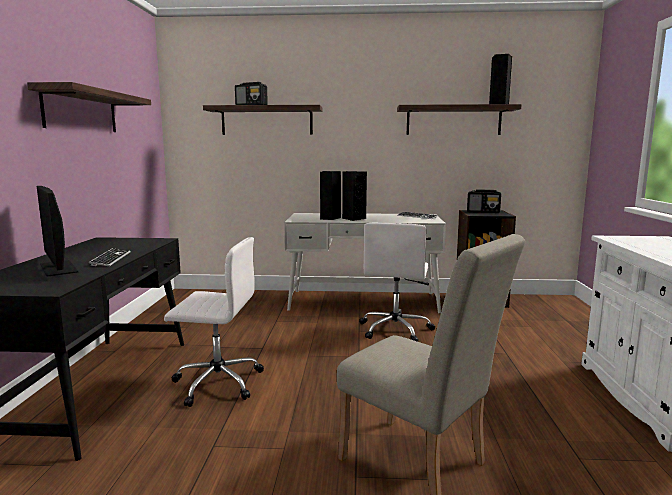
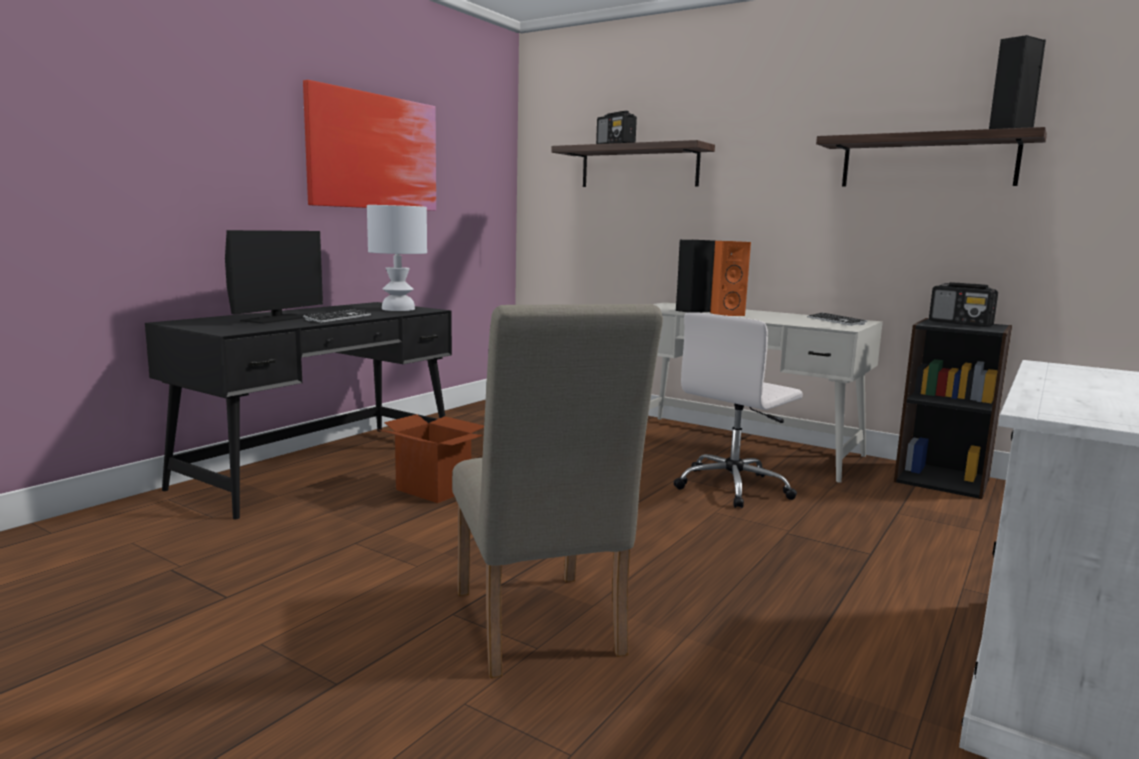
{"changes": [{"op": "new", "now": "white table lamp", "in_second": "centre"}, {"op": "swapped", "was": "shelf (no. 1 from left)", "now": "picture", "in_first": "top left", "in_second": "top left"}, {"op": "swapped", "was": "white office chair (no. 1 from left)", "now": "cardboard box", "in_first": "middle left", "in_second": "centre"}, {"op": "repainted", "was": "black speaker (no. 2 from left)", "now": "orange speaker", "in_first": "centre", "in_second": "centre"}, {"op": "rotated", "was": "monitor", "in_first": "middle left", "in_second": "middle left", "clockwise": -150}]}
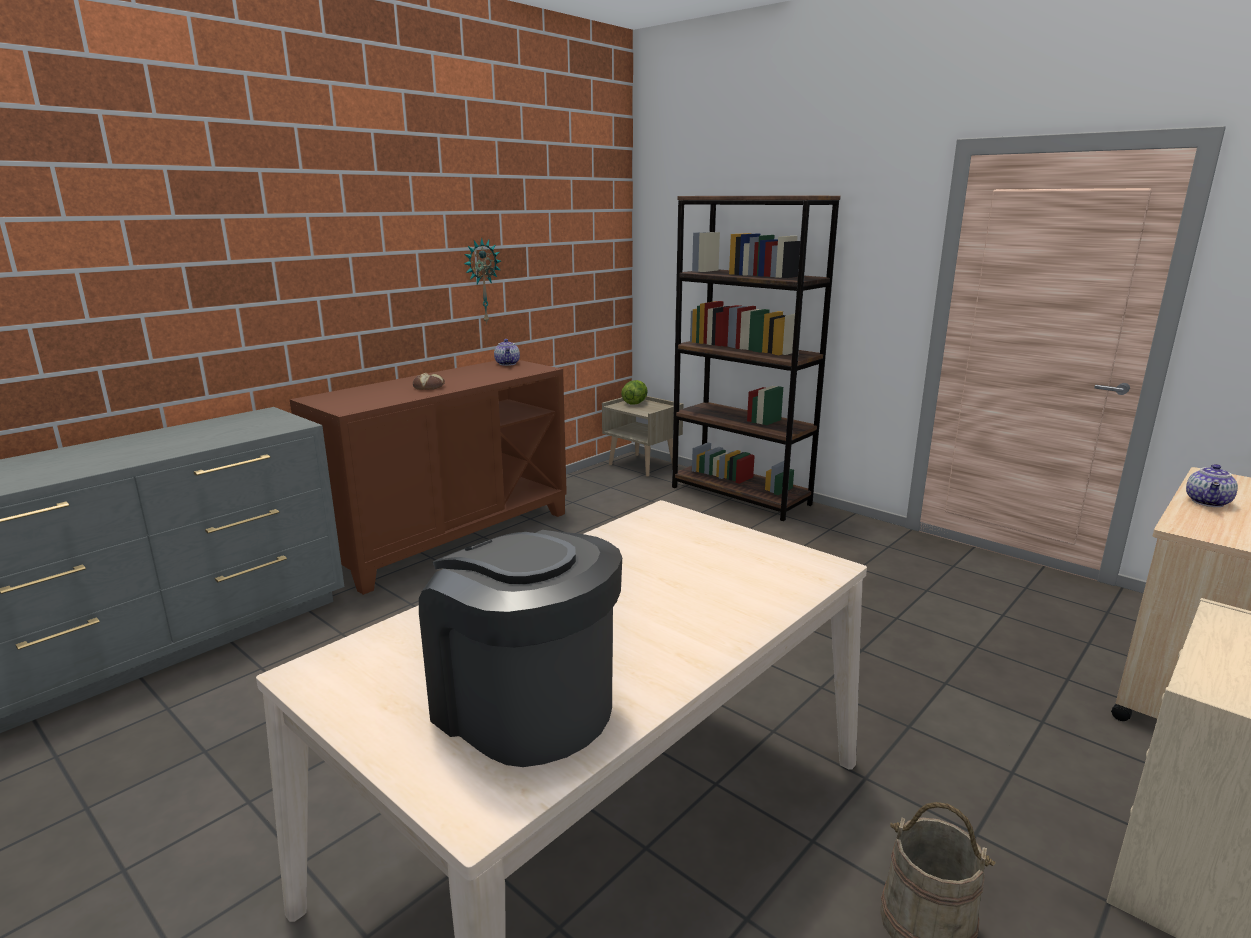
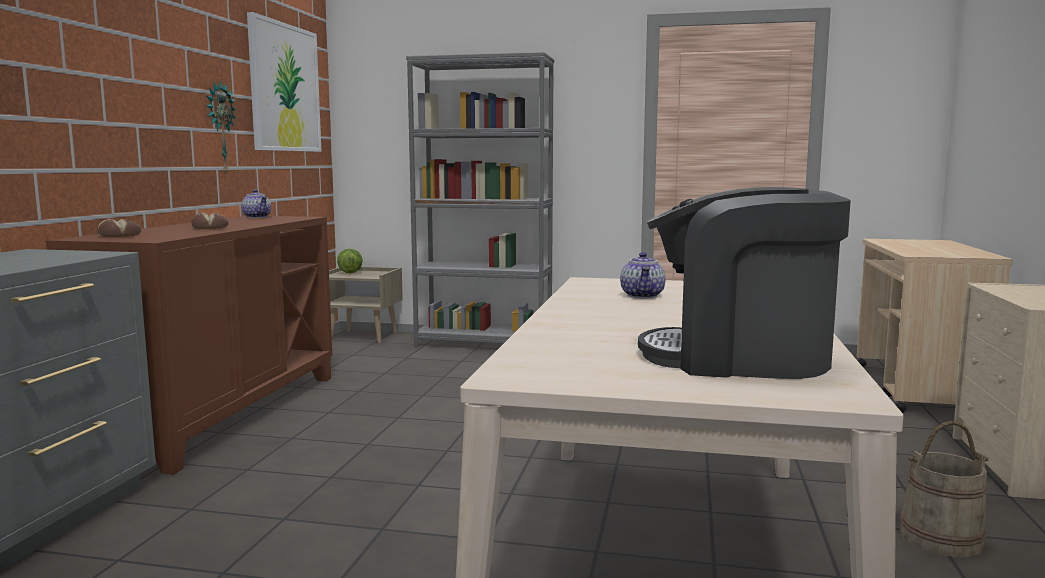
{"changes": [{"op": "new", "now": "bread (no. 1 from left)", "in_second": "middle left"}, {"op": "new", "now": "picture", "in_second": "top left"}, {"op": "shifted", "was": "teapot (no. 2 from left)", "in_first": "middle right", "in_second": "centre"}, {"op": "repainted", "was": "brown bookcase", "now": "grey bookcase", "in_first": "centre", "in_second": "centre"}]}
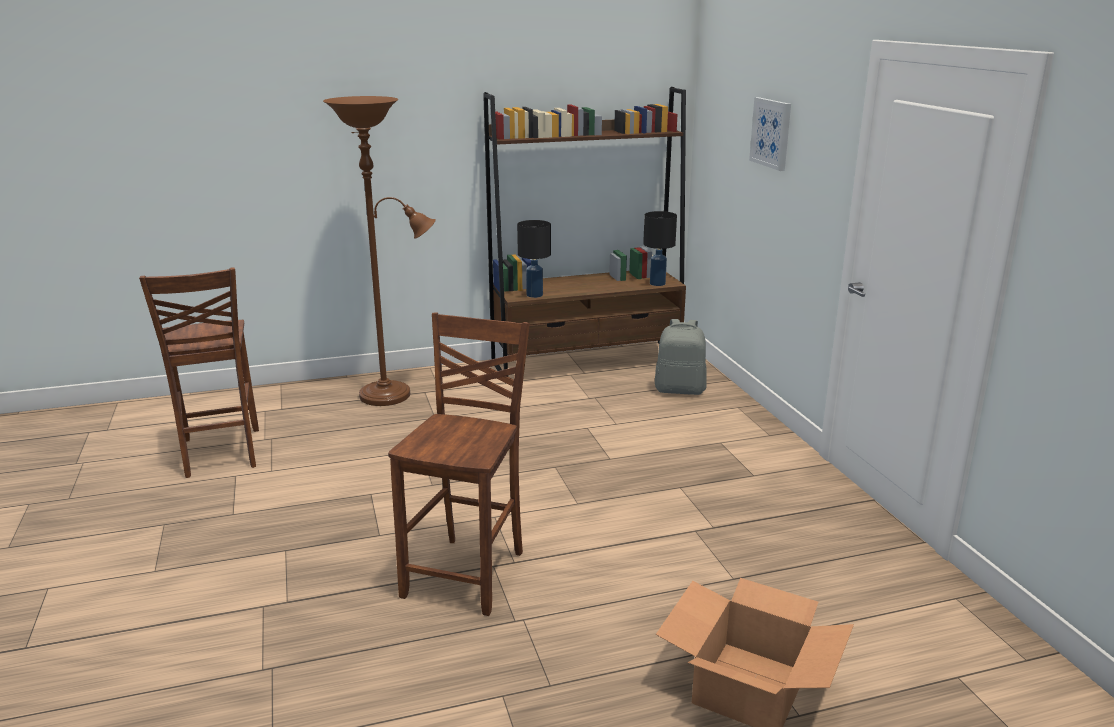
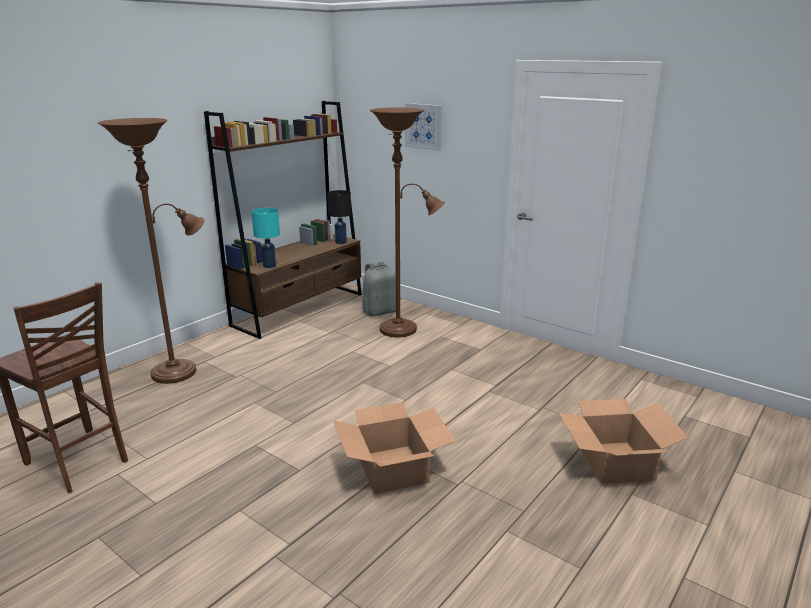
{"changes": [{"op": "new", "now": "brown floor lamp (no. 2 from left)", "in_second": "centre"}, {"op": "swapped", "was": "brown chair (no. 2 from left)", "now": "cardboard box (no. 1 from left)", "in_first": "centre", "in_second": "bottom centre"}, {"op": "repainted", "was": "black table lamp (no. 1 from left)", "now": "turquoise table lamp", "in_first": "centre", "in_second": "middle left"}]}
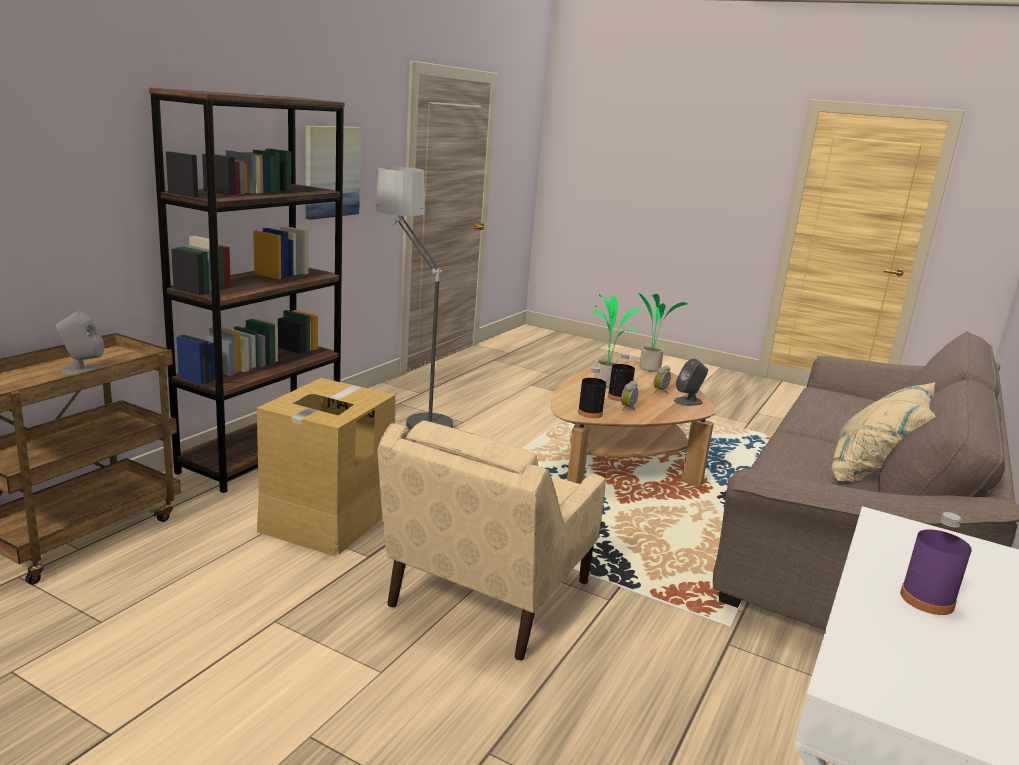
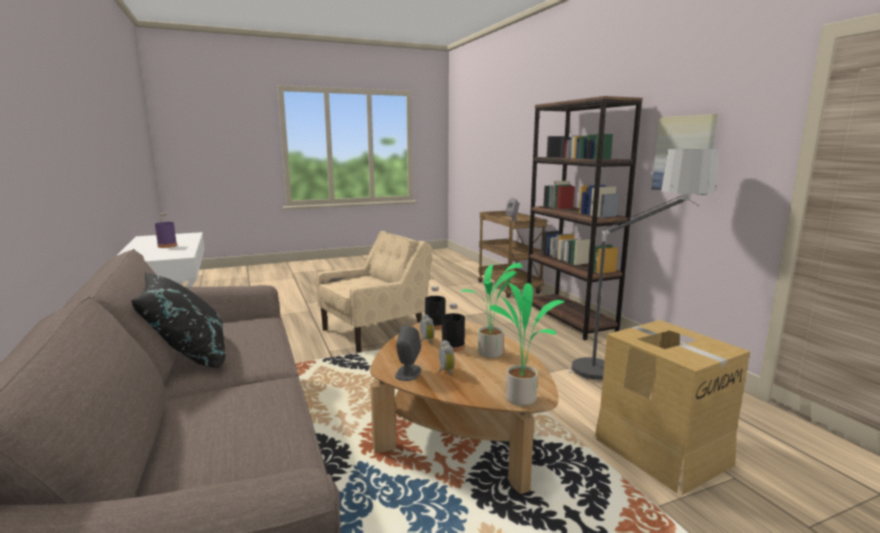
{"changes": [{"op": "shifted", "was": "cardboard box", "in_first": "middle left", "in_second": "bottom right"}, {"op": "repainted", "was": "beige pillow", "now": "black pillow", "in_first": "middle right", "in_second": "middle left"}, {"op": "rotated", "was": "beige armchair", "in_first": "bottom centre", "in_second": "centre", "clockwise": 75}]}
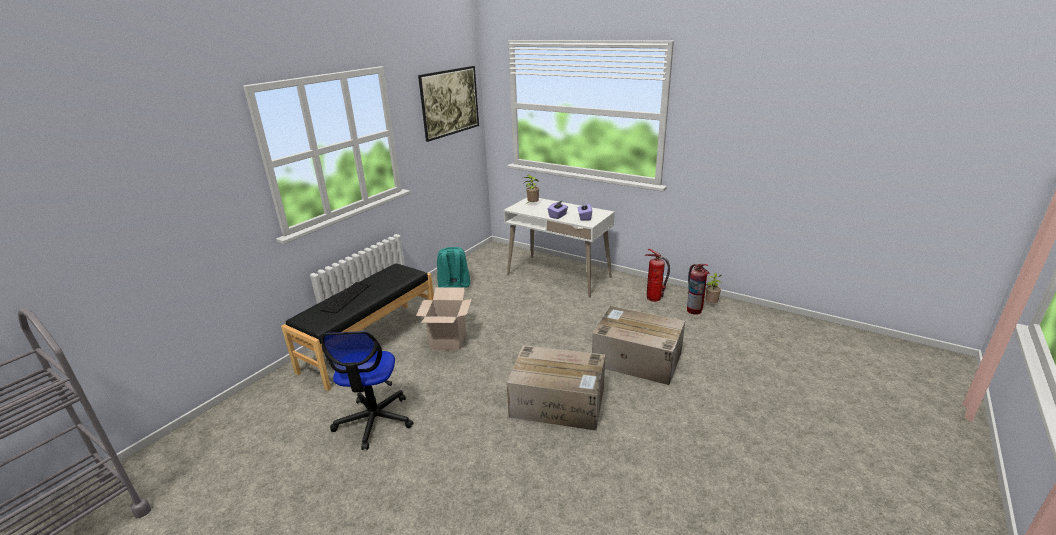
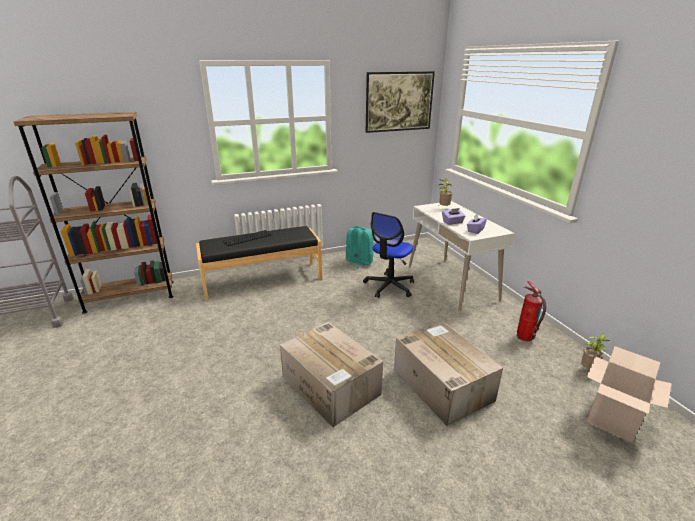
{"changes": [{"op": "gone", "was": "fire extinguisher (no. 2 from left)", "in_first": "centre"}, {"op": "new", "now": "brown bookcase", "in_second": "middle left"}, {"op": "shifted", "was": "office chair", "in_first": "bottom centre", "in_second": "centre"}, {"op": "shifted", "was": "cardboard box (no. 1 from left in the first image)", "now": "cardboard box (no. 3 from left)", "in_first": "centre", "in_second": "bottom right"}]}
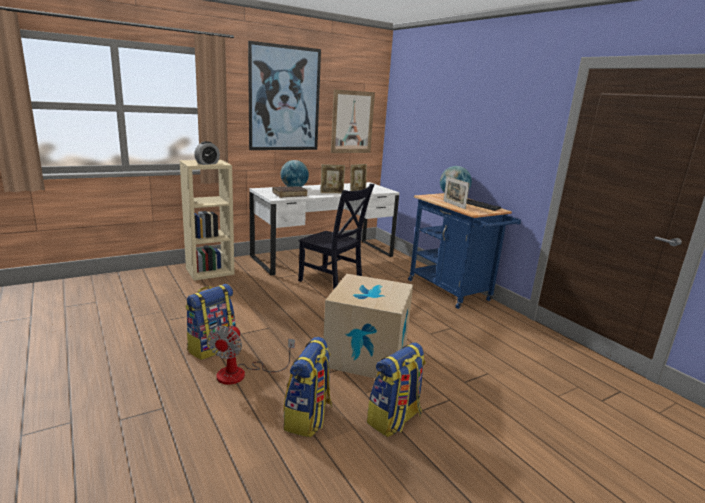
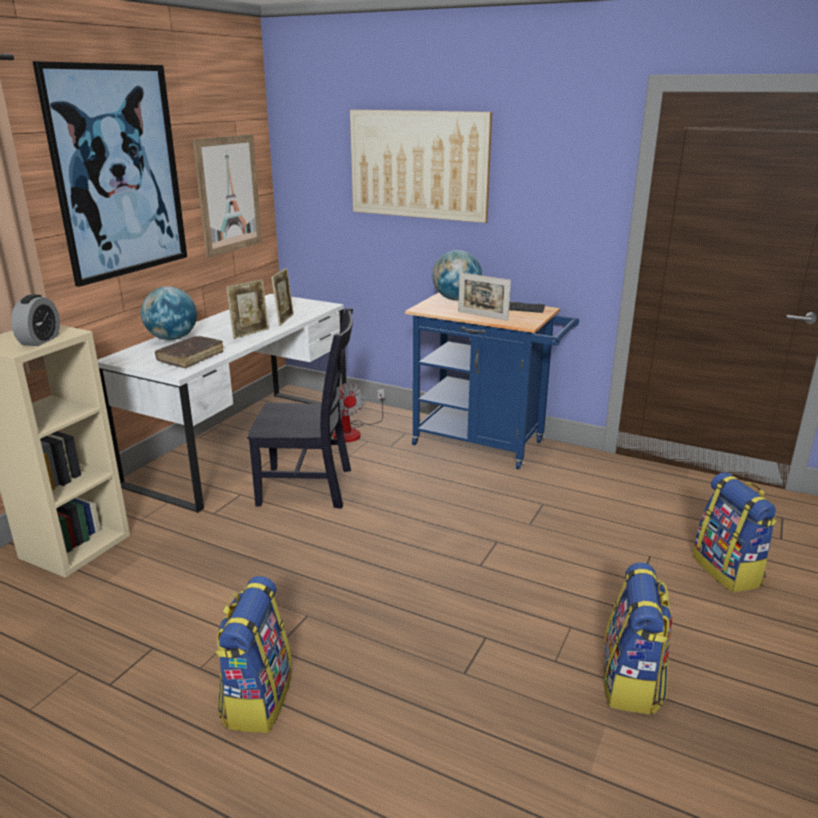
{"changes": [{"op": "gone", "was": "cardboard box", "in_first": "centre"}, {"op": "new", "now": "picture (no. 3 from left)", "in_second": "top centre"}, {"op": "shifted", "was": "fan", "in_first": "bottom centre", "in_second": "centre"}, {"op": "shifted", "was": "backpack (no. 2 from left in the first image)", "now": "backpack (no. 3 from left)", "in_first": "bottom centre", "in_second": "middle right"}]}
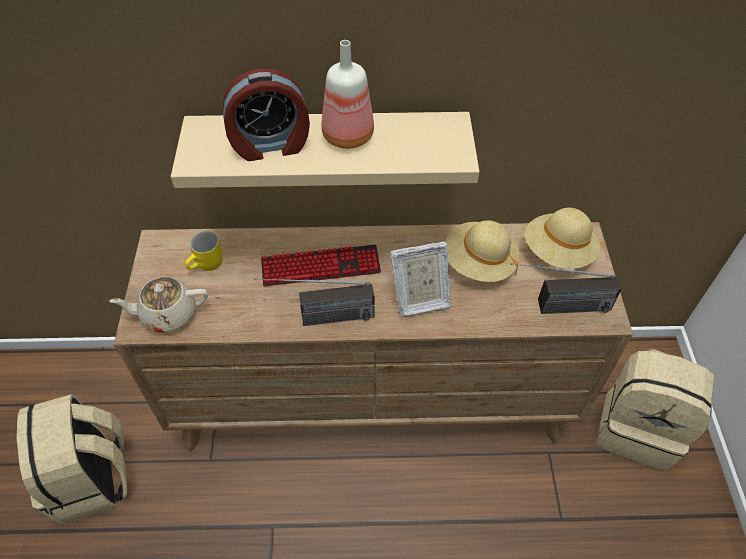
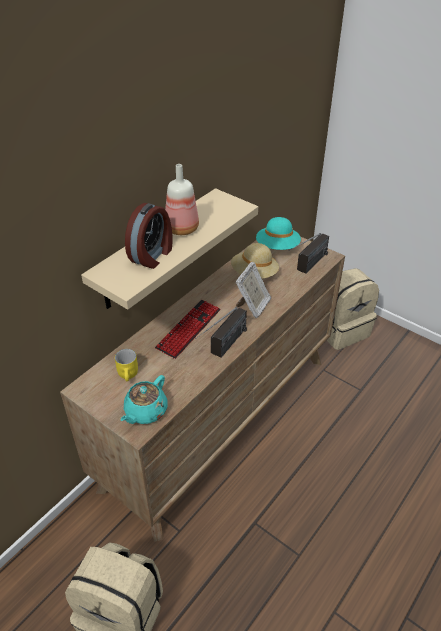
{"changes": [{"op": "repainted", "was": "beige teapot", "now": "turquoise teapot", "in_first": "middle left", "in_second": "middle left"}, {"op": "repainted", "was": "beige hat (no. 2 from left)", "now": "turquoise hat", "in_first": "middle right", "in_second": "centre"}]}
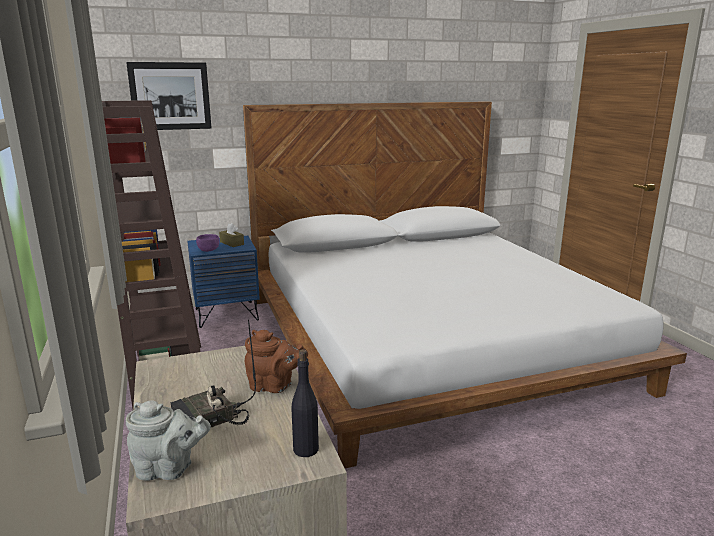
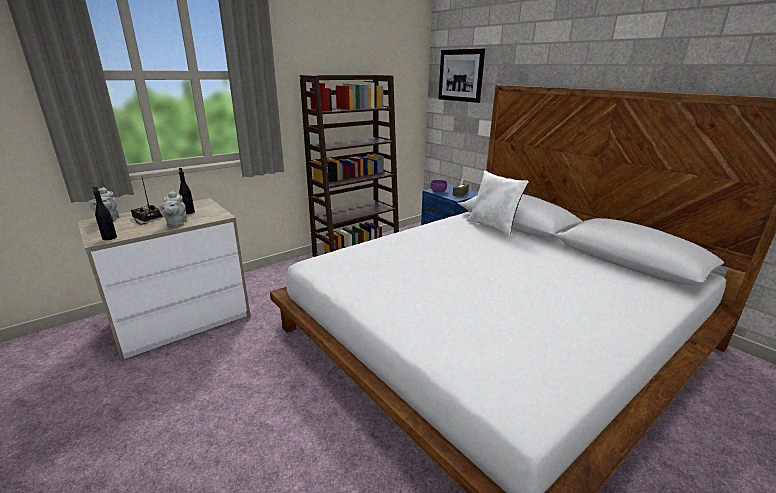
{"changes": [{"op": "new", "now": "black bottle (no. 2 from left)", "in_second": "middle left"}, {"op": "new", "now": "white pillow", "in_second": "centre"}, {"op": "repainted", "was": "brown teapot", "now": "grey teapot (no. 2 from left)", "in_first": "bottom centre", "in_second": "middle left"}]}
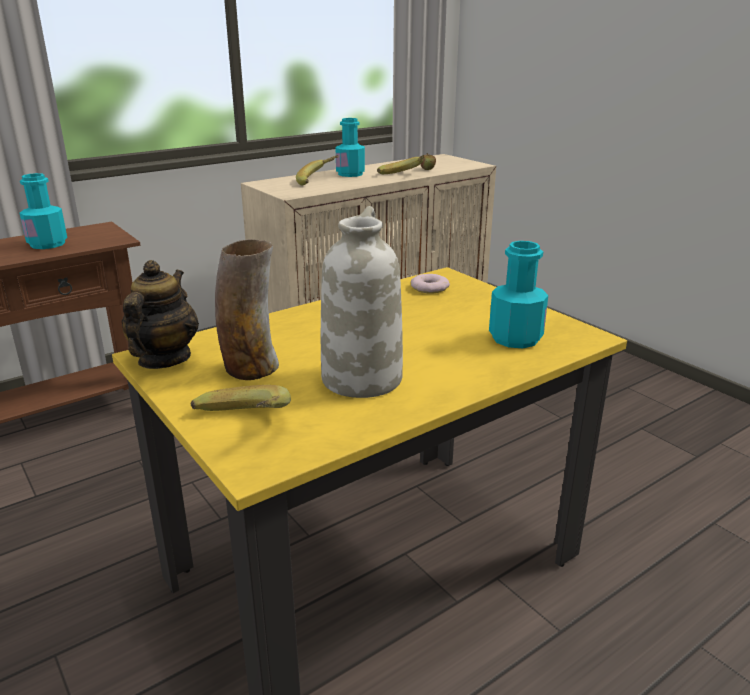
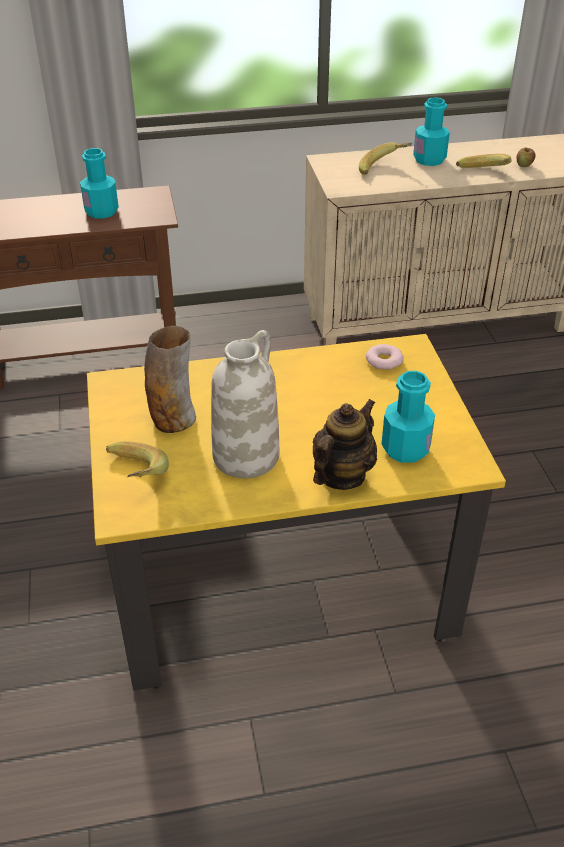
{"changes": [{"op": "shifted", "was": "teapot", "in_first": "middle left", "in_second": "centre"}]}
